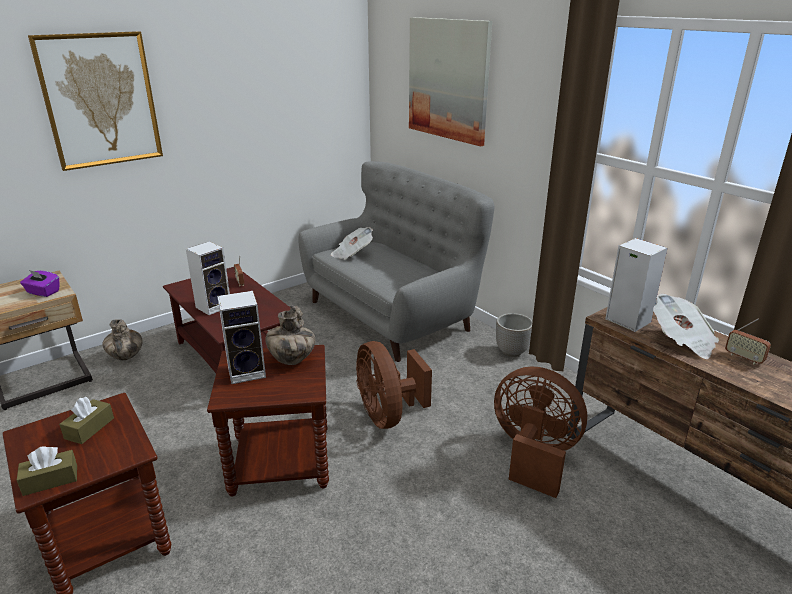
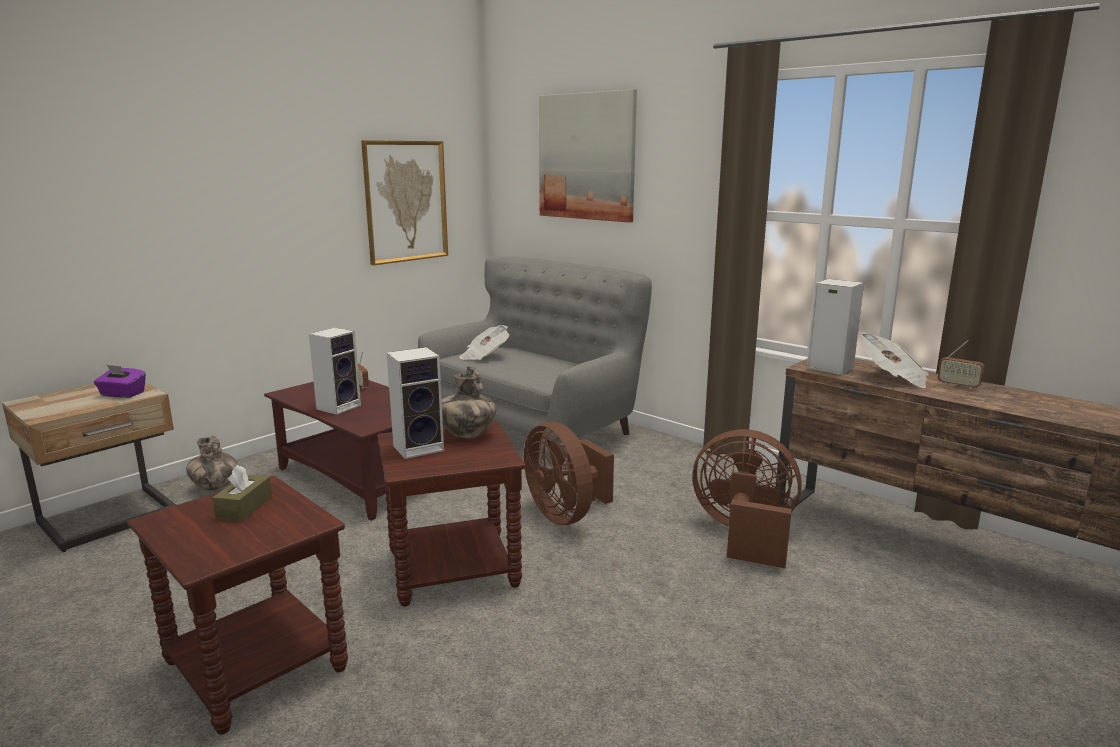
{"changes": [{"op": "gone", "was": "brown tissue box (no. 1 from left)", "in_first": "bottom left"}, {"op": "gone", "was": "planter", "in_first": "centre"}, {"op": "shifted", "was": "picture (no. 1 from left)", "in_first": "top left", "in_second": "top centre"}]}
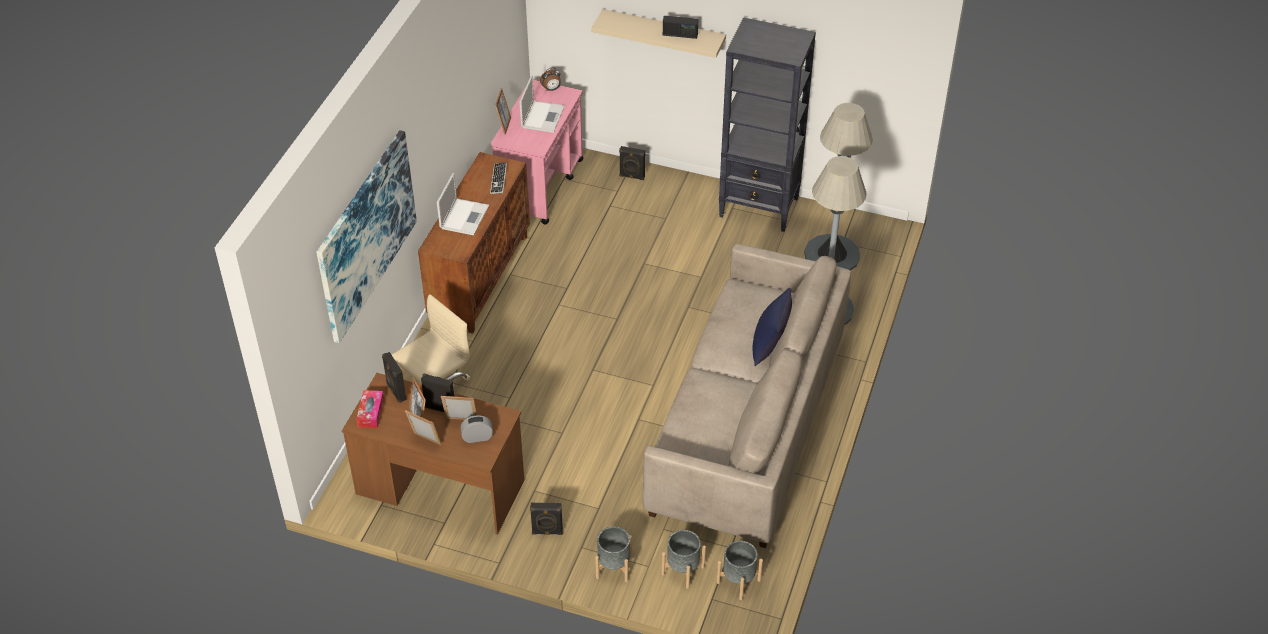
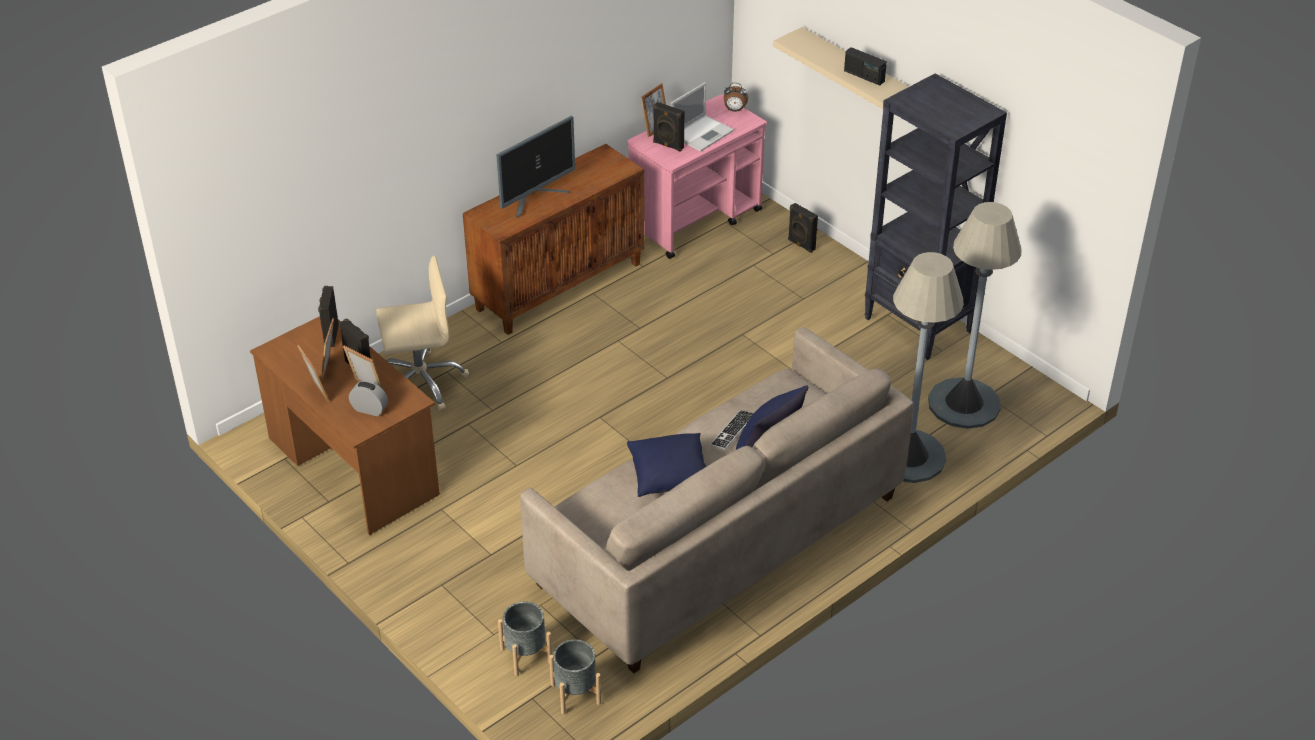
{"changes": [{"op": "gone", "was": "picture", "in_first": "middle left"}, {"op": "gone", "was": "tissue box", "in_first": "middle left"}, {"op": "gone", "was": "grey planter (no. 1 from left)", "in_first": "bottom centre"}, {"op": "new", "now": "blue pillow (no. 1 from left)", "in_second": "centre"}, {"op": "shifted", "was": "keyboard", "in_first": "top centre", "in_second": "centre"}, {"op": "shifted", "was": "black speaker (no. 3 from left)", "in_first": "bottom centre", "in_second": "top centre"}, {"op": "swapped", "was": "laptop (no. 1 from left)", "now": "monitor", "in_first": "top centre", "in_second": "top centre"}]}
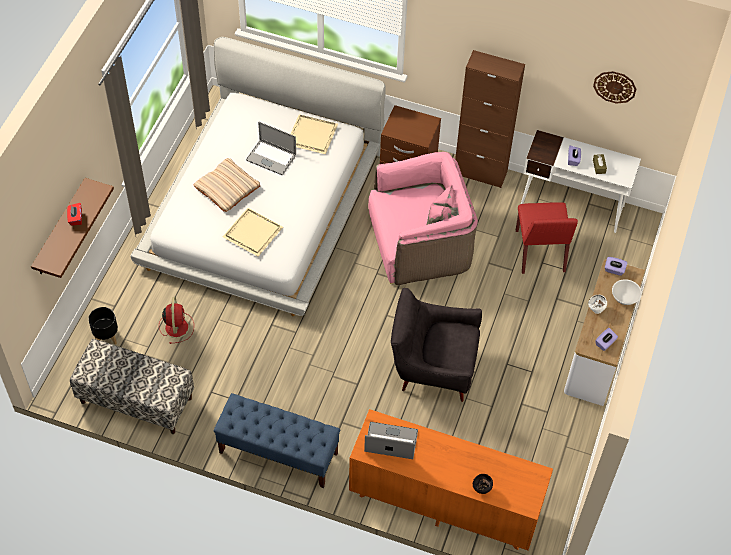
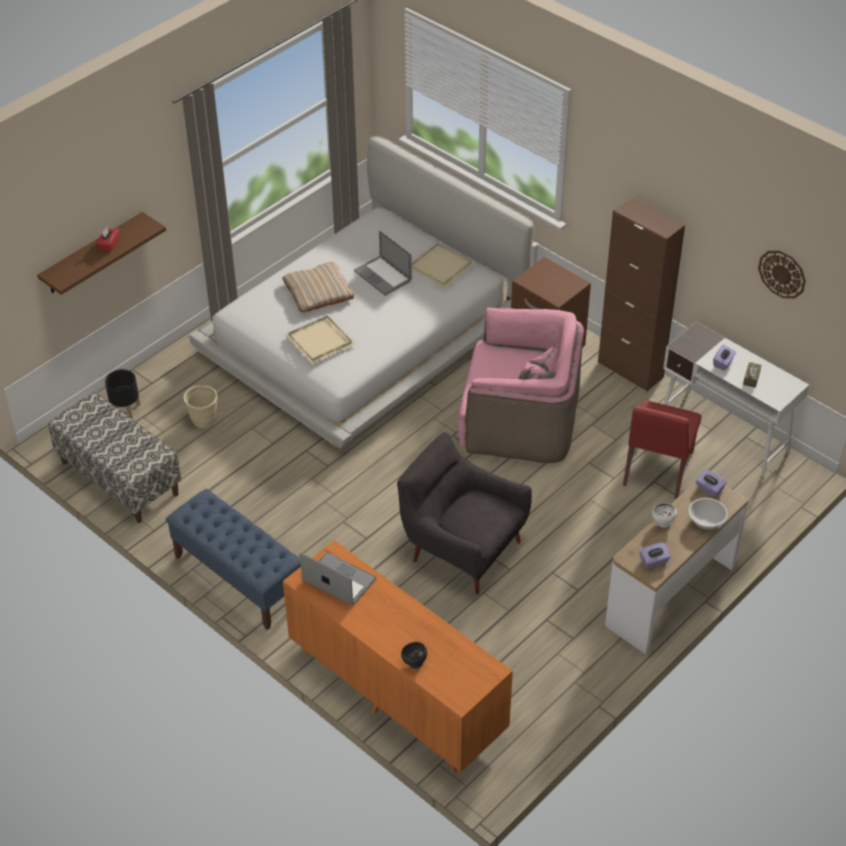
{"changes": [{"op": "swapped", "was": "red fan", "now": "beige planter", "in_first": "middle left", "in_second": "middle left"}]}
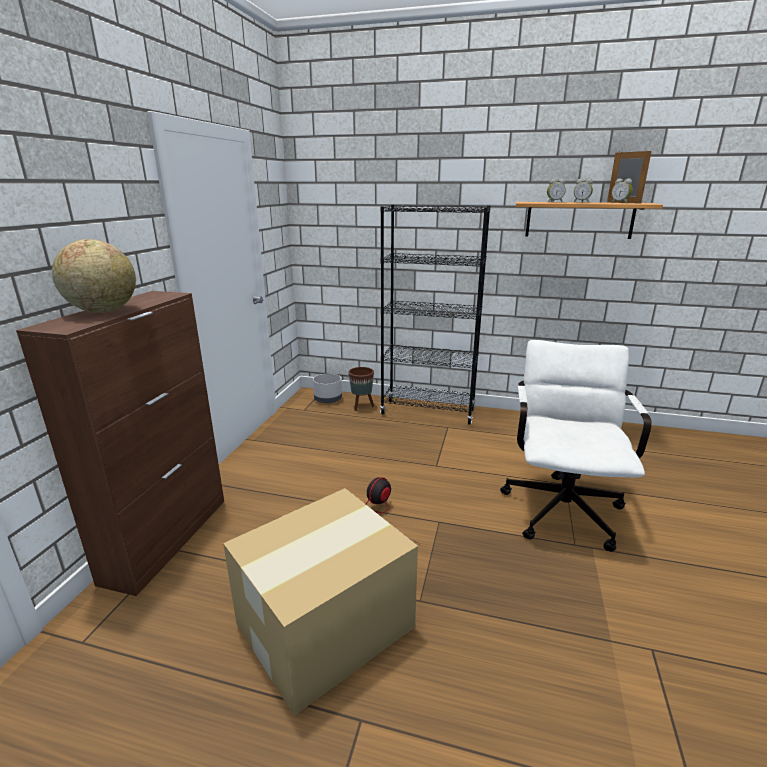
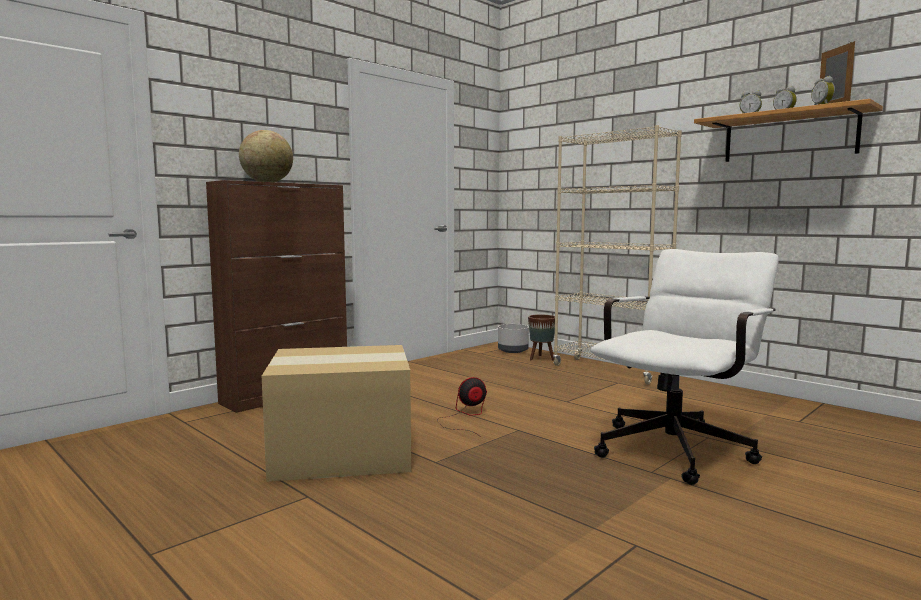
{"changes": [{"op": "repainted", "was": "black bookcase", "now": "beige bookcase", "in_first": "centre", "in_second": "middle right"}]}
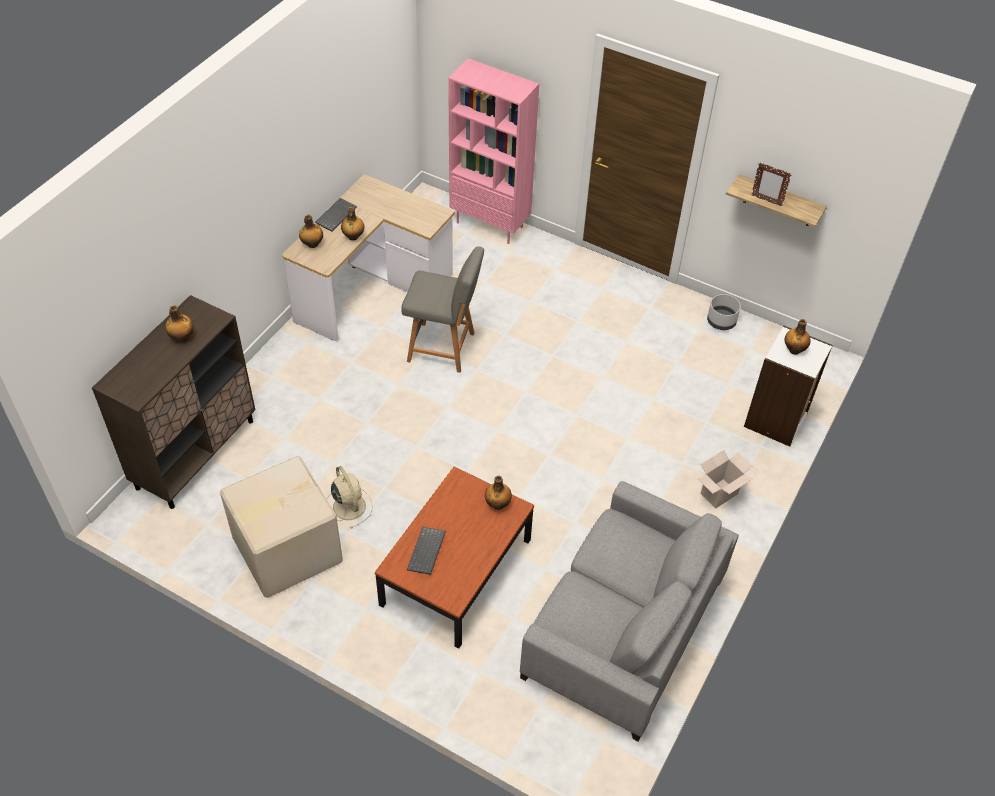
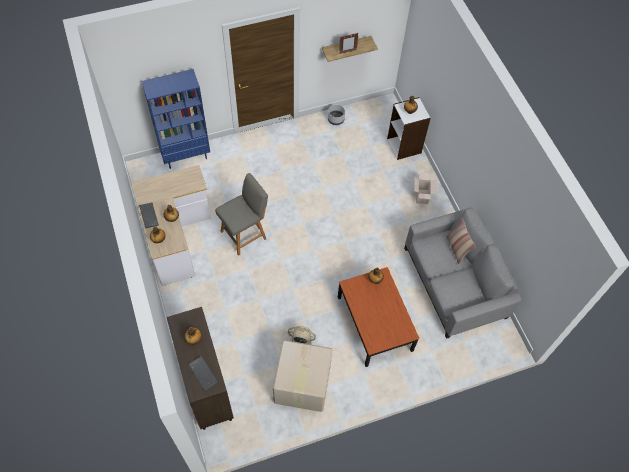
{"changes": [{"op": "new", "now": "pillow", "in_second": "middle right"}, {"op": "shifted", "was": "keyboard (no. 2 from left)", "in_first": "bottom centre", "in_second": "bottom left"}, {"op": "repainted", "was": "pink bookcase", "now": "blue bookcase", "in_first": "top centre", "in_second": "top left"}]}
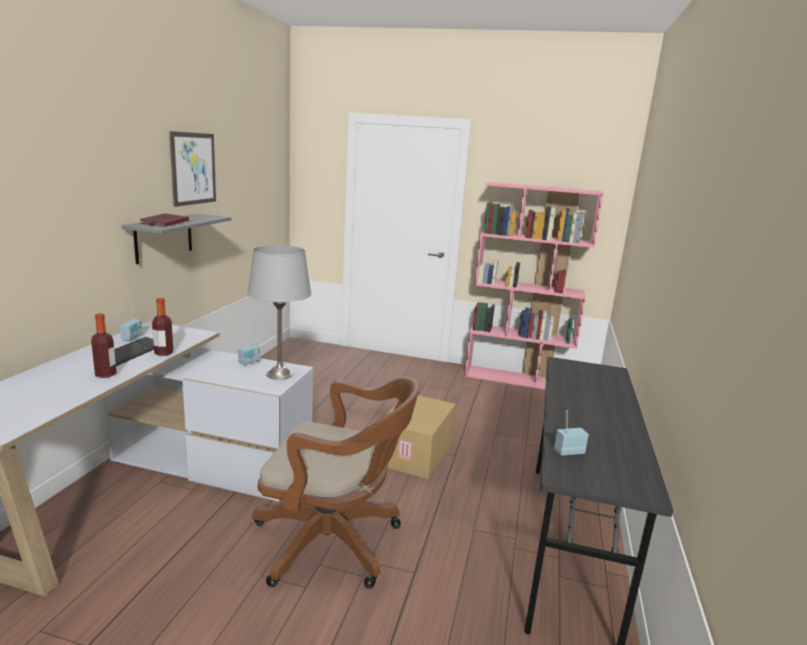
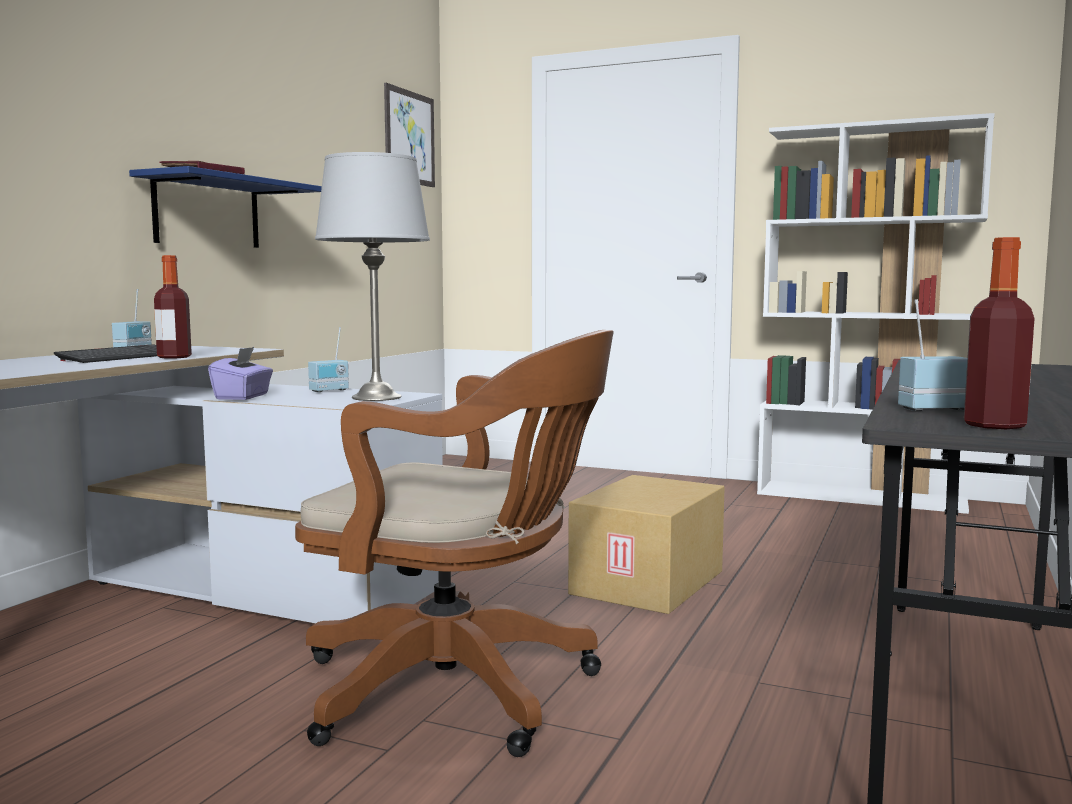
{"changes": [{"op": "new", "now": "purple tissue box", "in_second": "middle left"}, {"op": "shifted", "was": "bottle (no. 1 from left in the first image)", "now": "bottle (no. 2 from left)", "in_first": "middle left", "in_second": "middle right"}, {"op": "shifted", "was": "picture", "in_first": "top left", "in_second": "top centre"}, {"op": "repainted", "was": "grey shelf", "now": "blue shelf", "in_first": "middle left", "in_second": "top left"}, {"op": "repainted", "was": "pink bookcase", "now": "white bookcase", "in_first": "centre", "in_second": "middle right"}]}
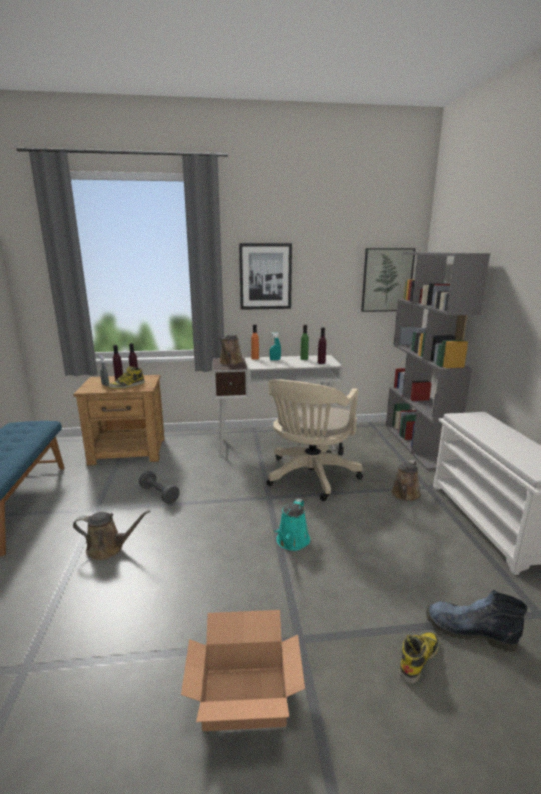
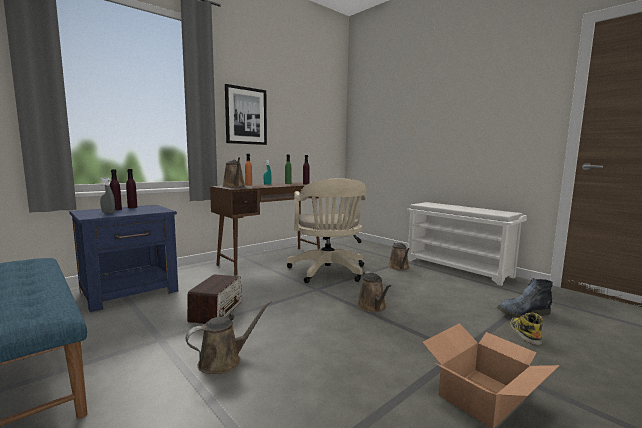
{"changes": [{"op": "gone", "was": "boot (no. 1 from left)", "in_first": "middle left"}, {"op": "gone", "was": "picture (no. 2 from left)", "in_first": "middle right"}, {"op": "gone", "was": "grey bookcase", "in_first": "middle right"}, {"op": "swapped", "was": "grey dumbbell", "now": "radio", "in_first": "middle left", "in_second": "bottom centre"}, {"op": "repainted", "was": "brown nightstand", "now": "blue nightstand", "in_first": "middle left", "in_second": "middle left"}, {"op": "repainted", "was": "white desk", "now": "brown desk", "in_first": "centre", "in_second": "centre"}, {"op": "repainted", "was": "turquoise watering can", "now": "brown watering can (no. 3 from left)", "in_first": "centre", "in_second": "bottom centre"}]}
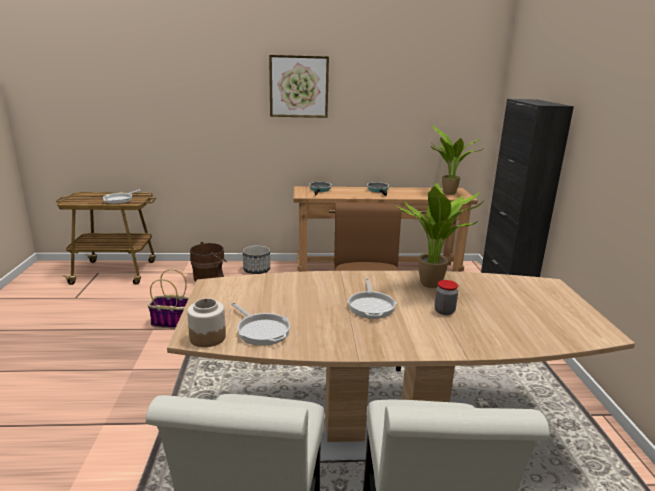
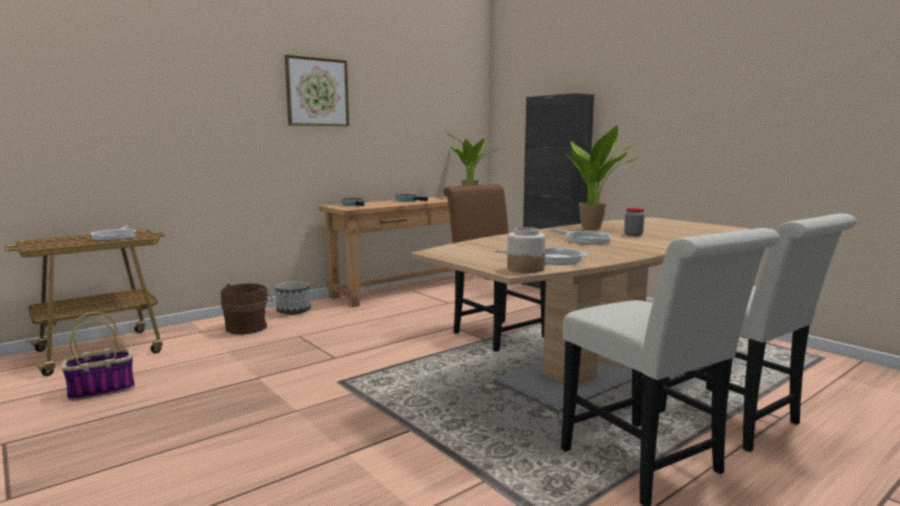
{"changes": [{"op": "shifted", "was": "basket", "in_first": "middle left", "in_second": "bottom left"}]}
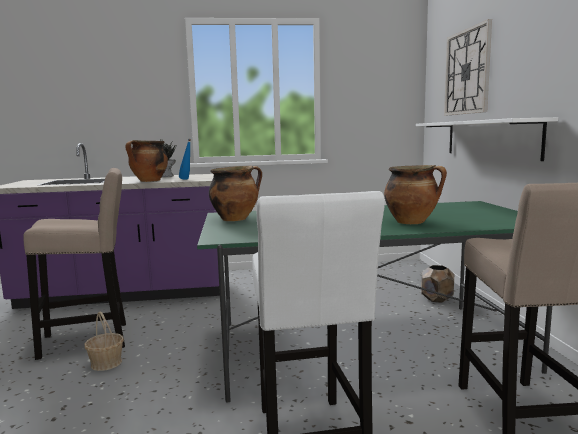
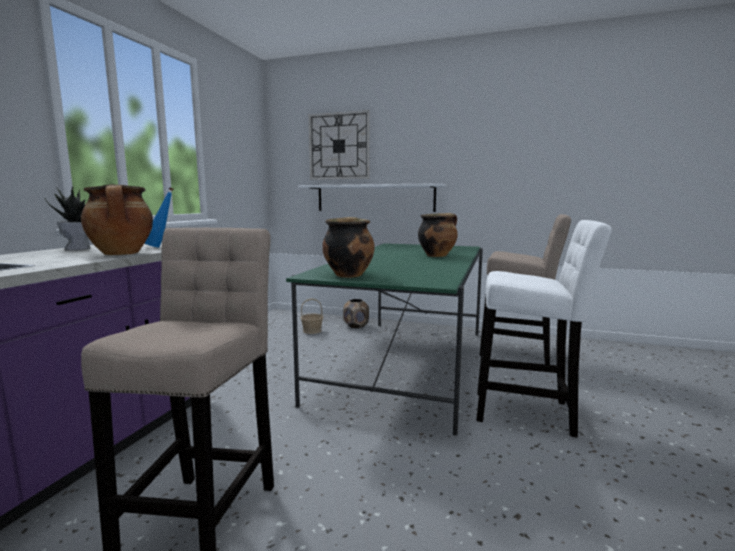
{"changes": [{"op": "shifted", "was": "basket", "in_first": "bottom left", "in_second": "centre"}]}
